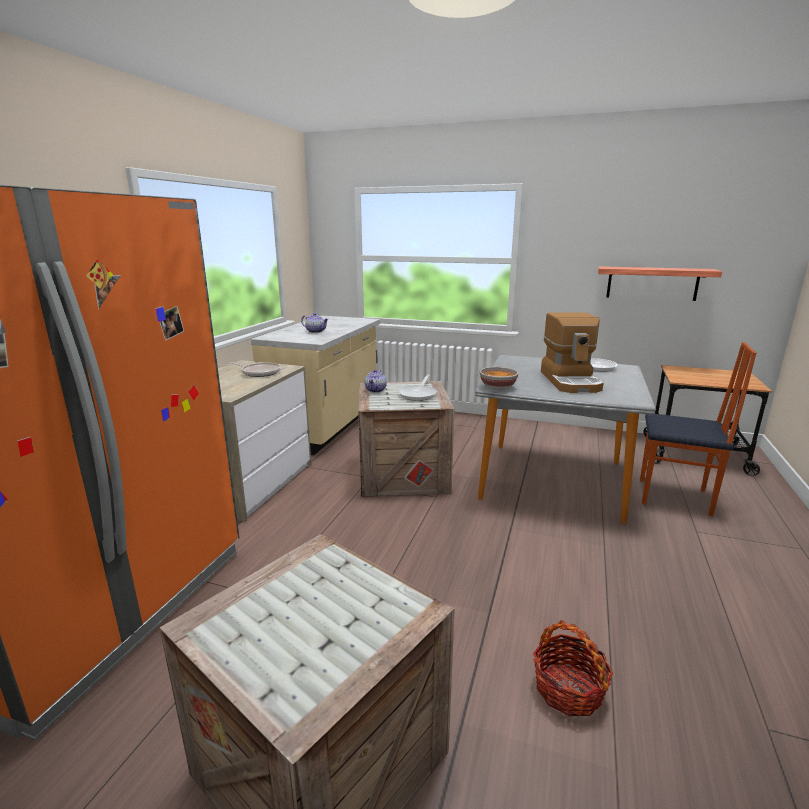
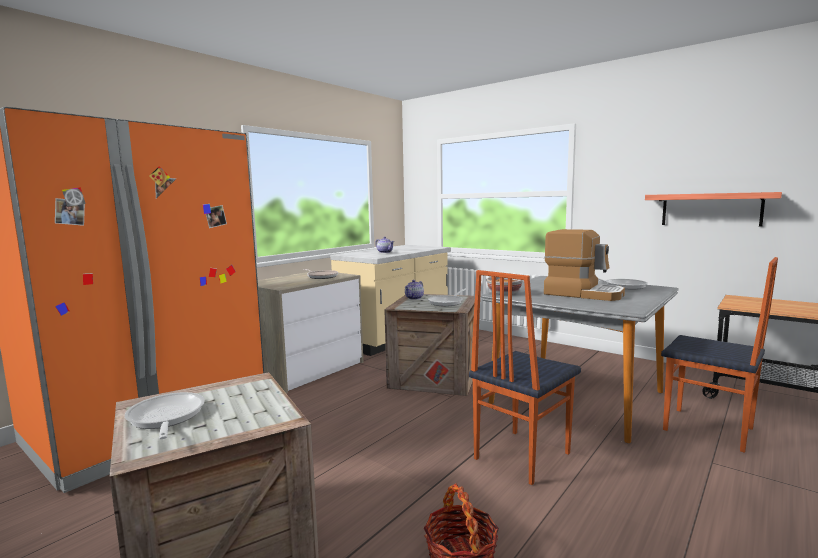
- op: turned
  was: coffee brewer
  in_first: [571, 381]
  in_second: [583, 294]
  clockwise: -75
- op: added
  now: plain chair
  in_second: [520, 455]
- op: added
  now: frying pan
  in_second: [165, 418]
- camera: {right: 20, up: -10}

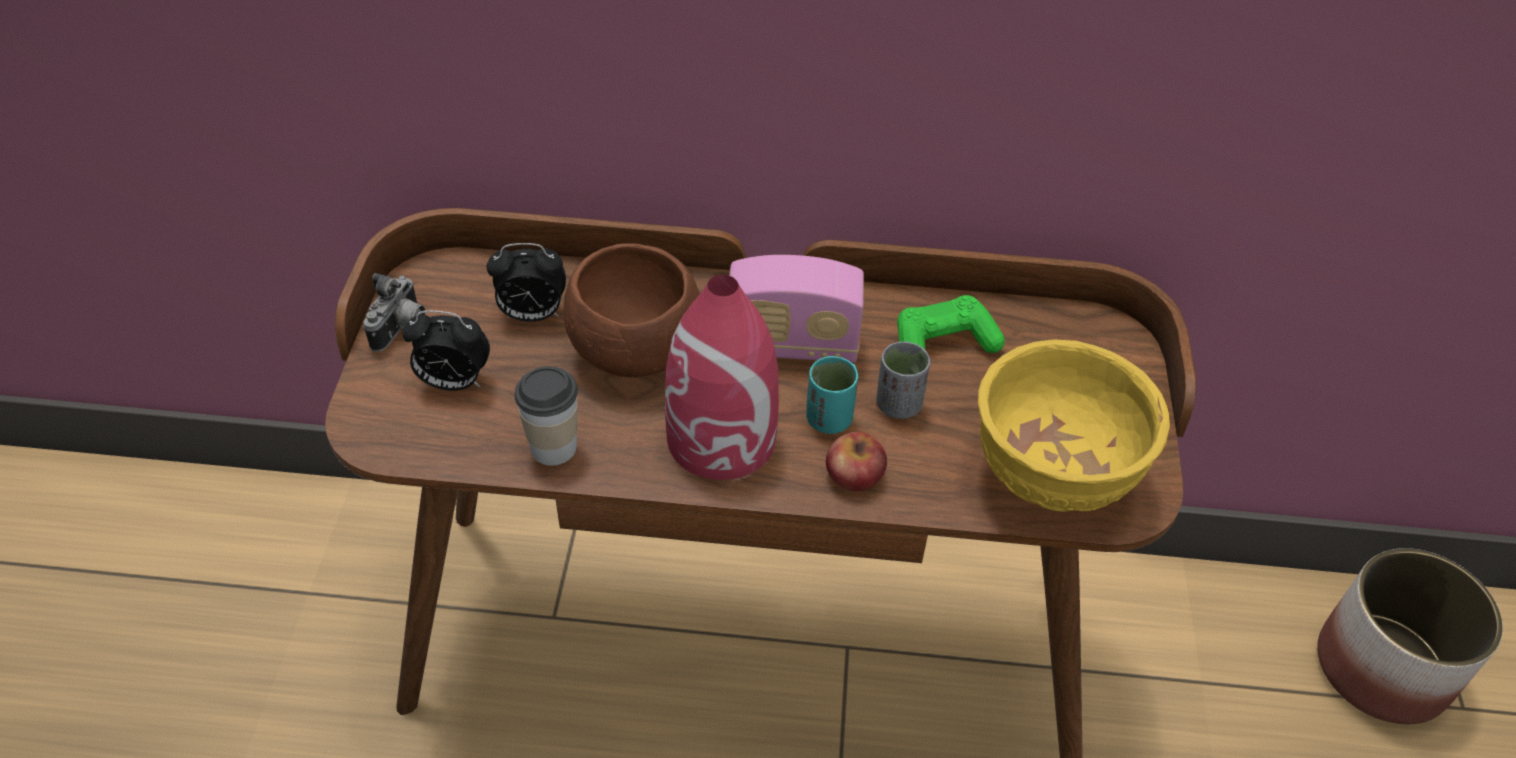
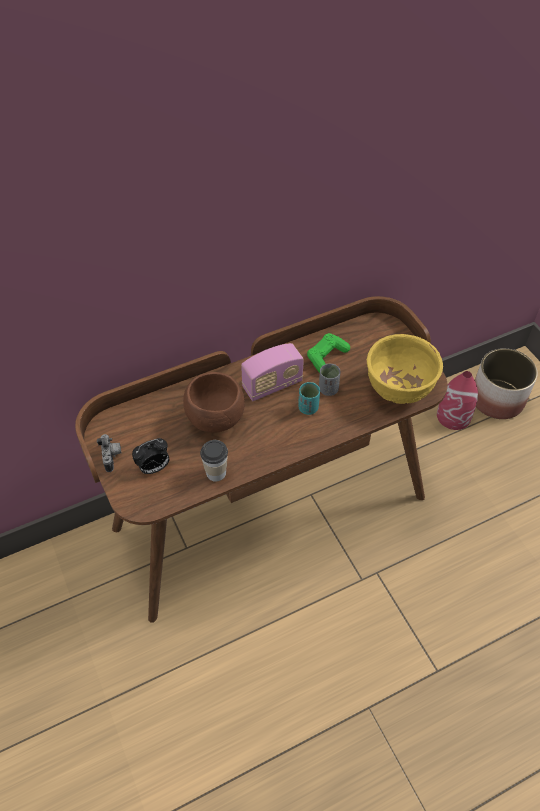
- op: removed
  was: table clock
  in_first: [532, 315]
- op: moved
  was: flower vase in red-coloured
  in_first: [722, 438]
  in_second: [454, 416]
- op: removed
  was: apple fruit
  in_first: [854, 475]
- camera: {right: -30, up: 5}

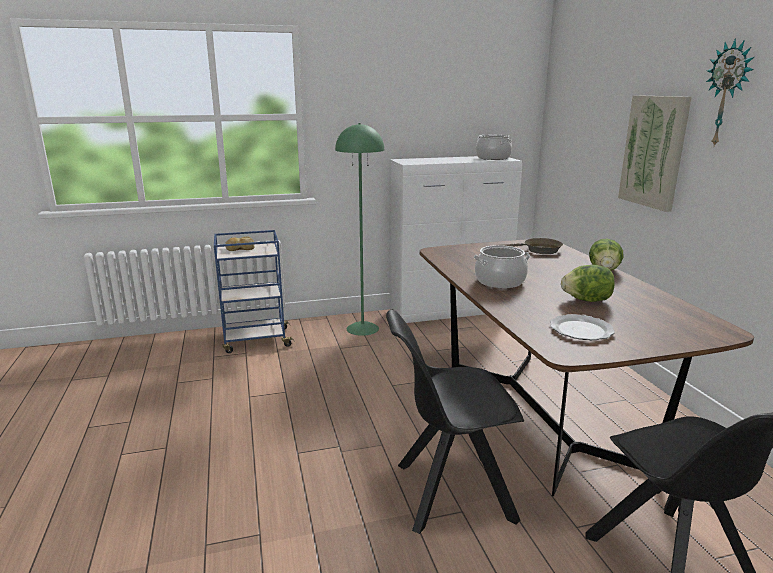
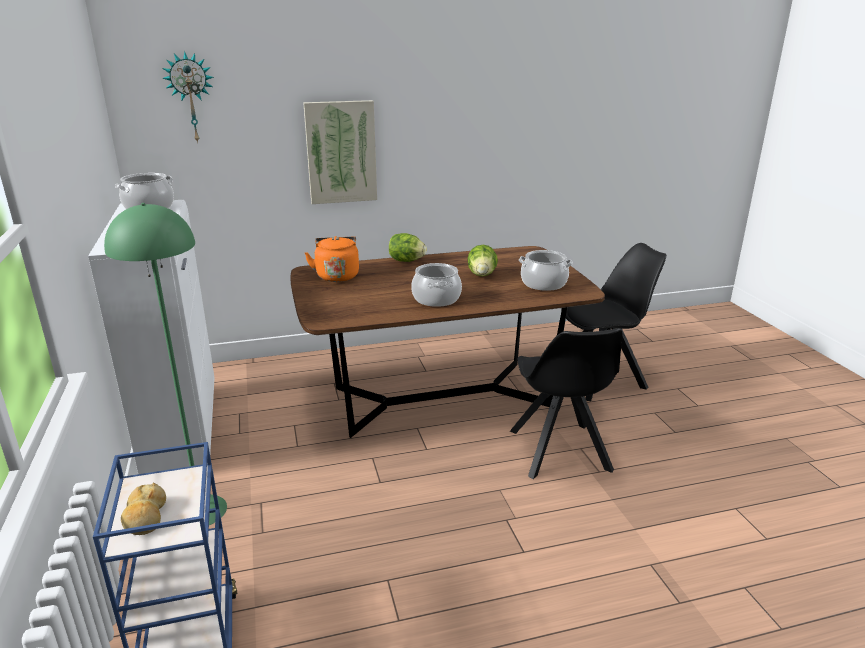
- op: moved
  was: hanging clock
  in_first: [727, 94]
  in_second: [191, 98]
- op: replaced
  was: frying pan in brownish
  now: kettle in orange-coloured
  in_first: [539, 250]
  in_second: [337, 275]
- op: replaced
  was: plate
  now: cooking pot
  in_first: [580, 330]
  in_second: [543, 284]
- camera: {right: -90, up: 5}

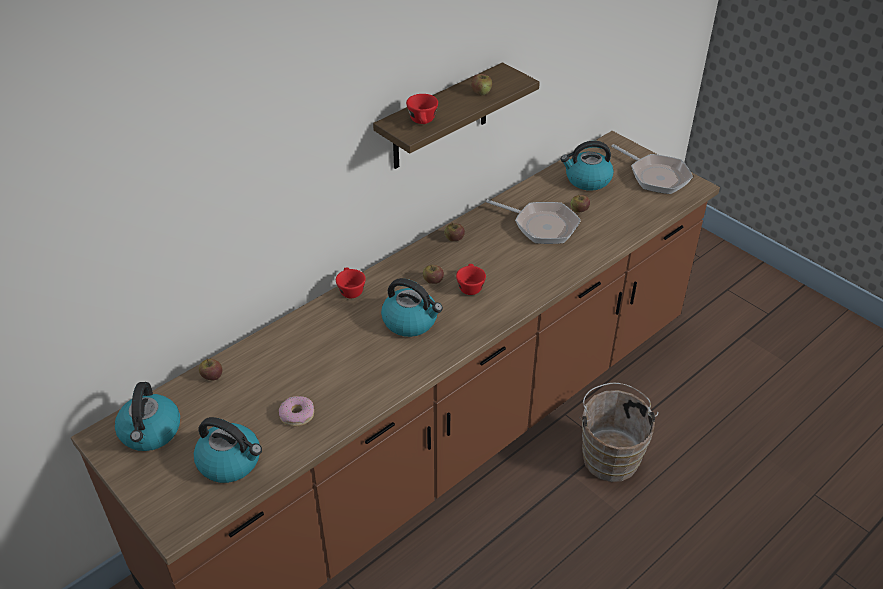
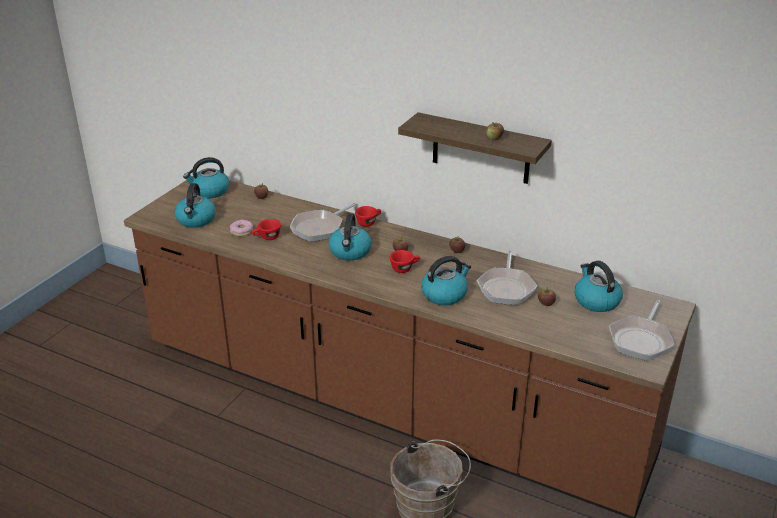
- op: moved
  was: small cup in red-coloured
  in_first: [423, 122]
  in_second: [267, 238]
- op: added
  now: frying pan
  in_second: [320, 228]
- op: added
  now: kettle
  in_second: [444, 294]
- camera: {right: 70, up: -10}

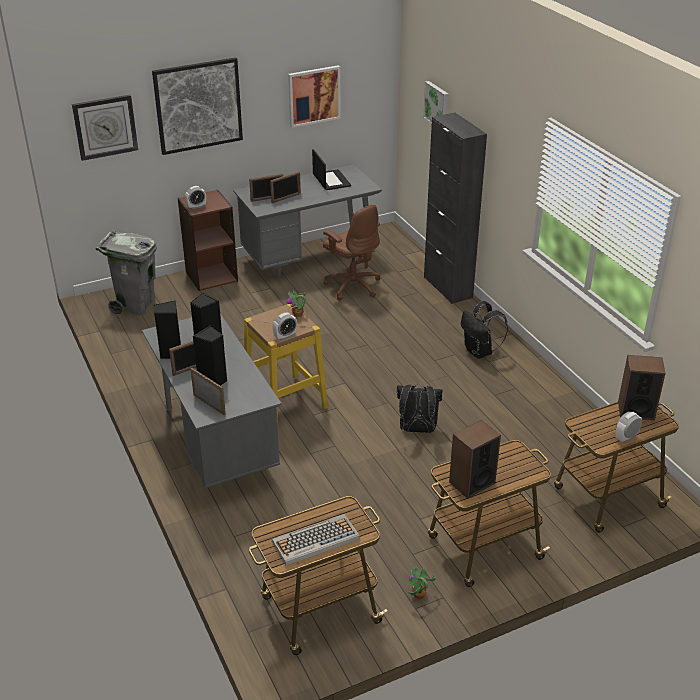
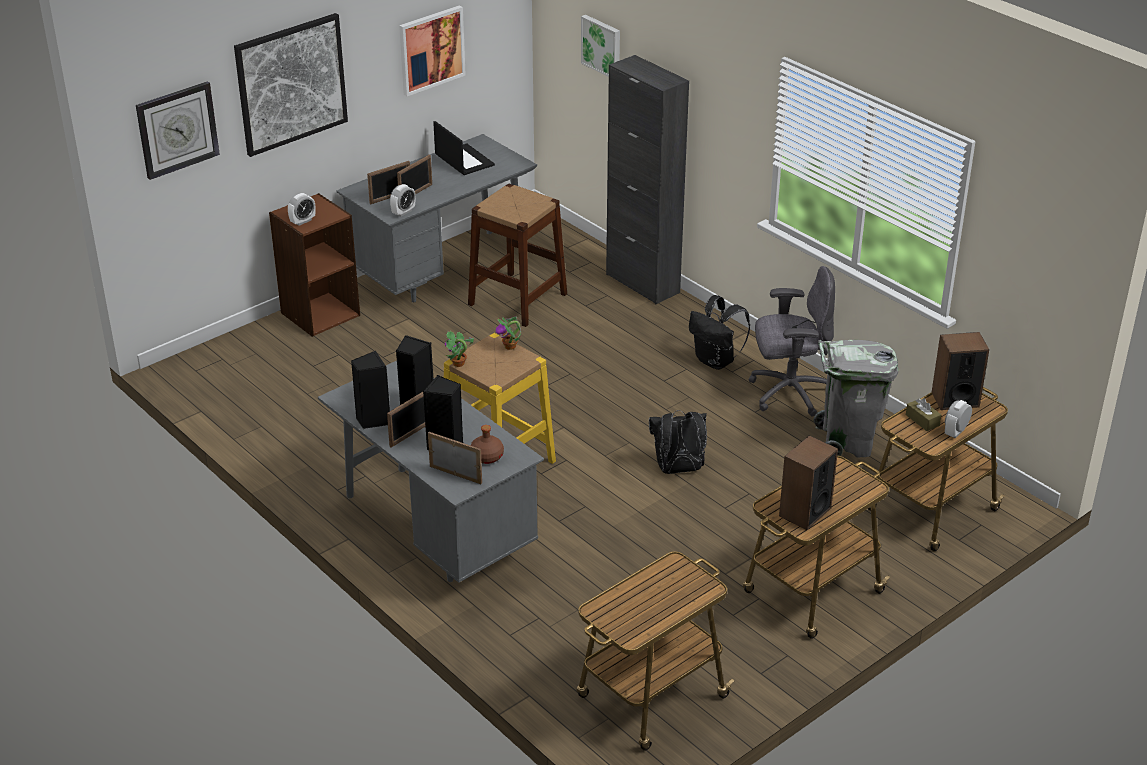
- op: replaced
  was: desk chair in brownish
  now: stool in brownish
  in_first: [352, 286]
  in_second: [518, 299]
- op: moved
  was: waste bin in gray
  in_first: [136, 305]
  in_second: [846, 443]
- op: moved
  was: table clock
  in_first: [285, 336]
  in_second: [403, 212]
- op: removed
  was: keyboard
  in_first: [315, 541]
- op: moved
  was: houseplant
  in_first: [419, 595]
  in_second: [458, 364]
- op: added
  now: desk chair in gray
  in_second: [788, 393]
- op: added
  now: tissue box in brownish
  in_second: [922, 420]
- op: added
  now: bottle in brownish
  in_second: [487, 456]
- camera: {right: -15, up: 0}

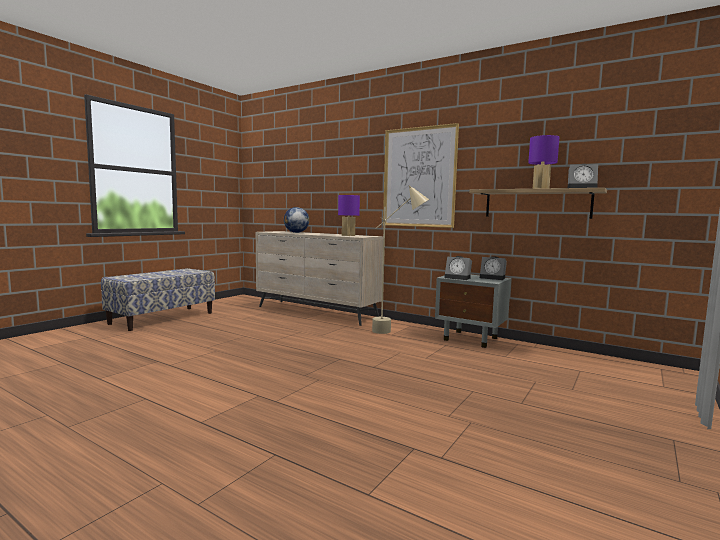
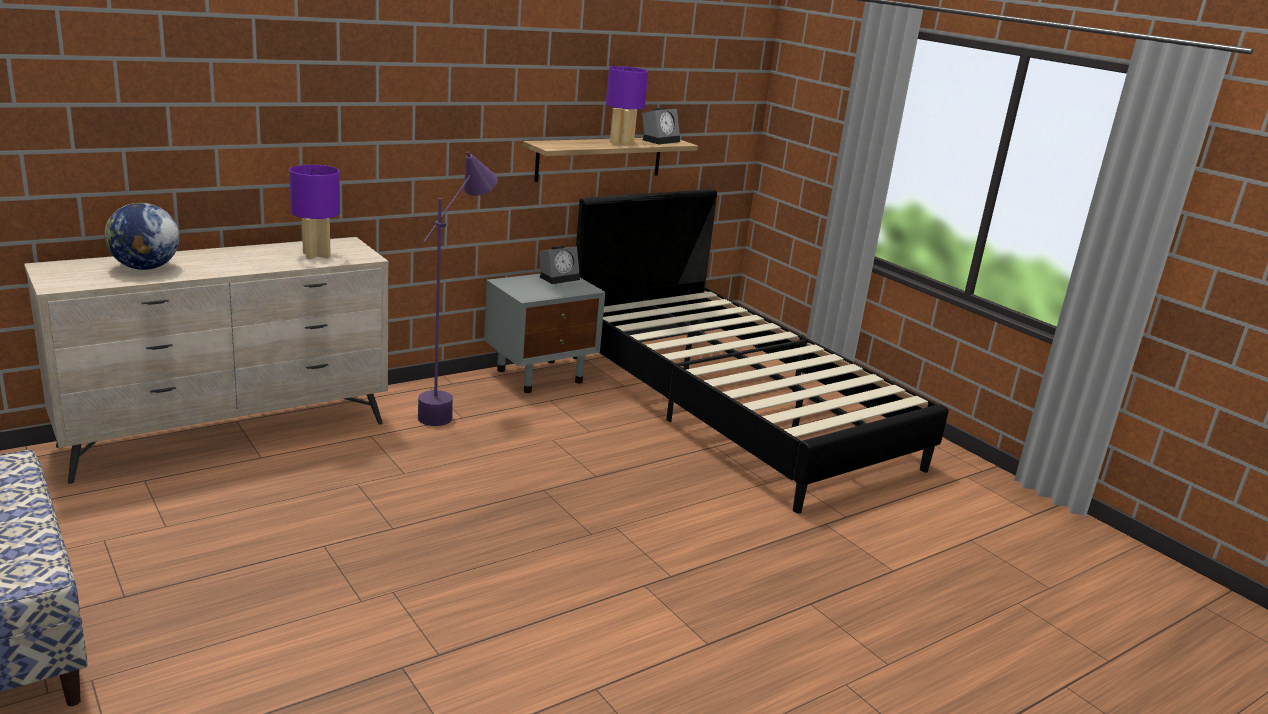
- op: removed
  was: wall art
  in_first: [419, 177]
- op: recoloured
  was: standard lamp in beige
  now: standard lamp in purple
  in_first: [397, 331]
  in_second: [452, 408]
- op: removed
  was: table clock
  in_first: [458, 278]
- op: added
  now: bedroom bed in black
  in_second: [734, 408]
- camera: {right: -70, up: 15}

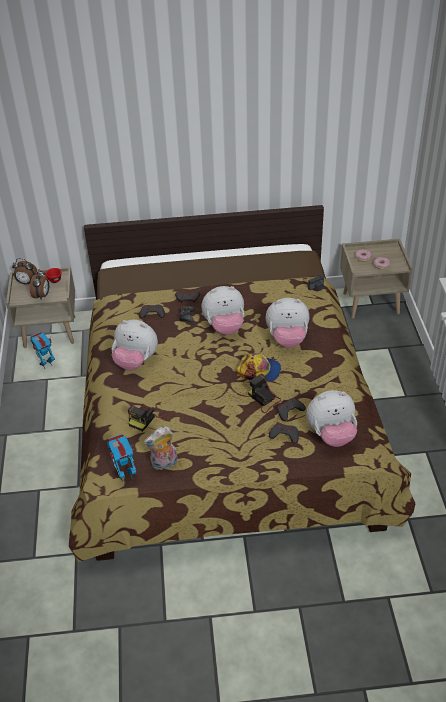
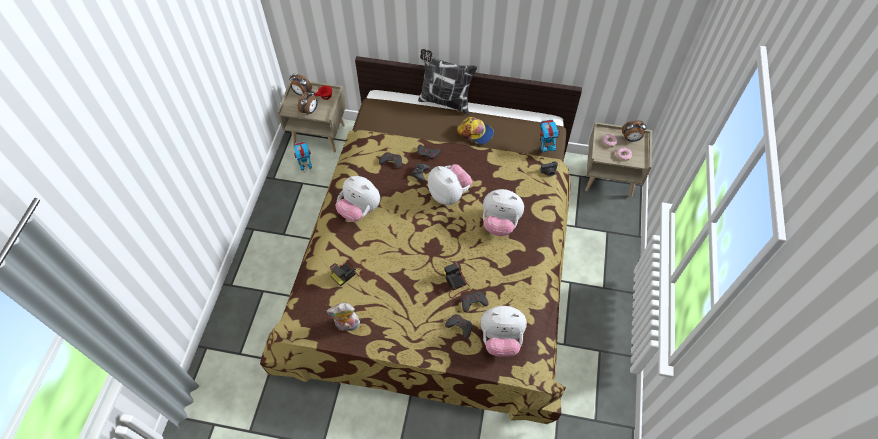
- op: turned
  was: cuddly toy
  in_first: [224, 327]
  in_second: [449, 194]
  clockwise: -135
- op: moved
  was: peaked cap
  in_first: [259, 370]
  in_second: [476, 133]
- op: moved
  was: model robot
  in_first: [125, 475]
  in_second: [545, 150]
- op: added
  now: cushion
  in_second: [444, 101]
- op: added
  now: table clock
  in_second: [631, 139]
- camera: {right: 15, up: 15}

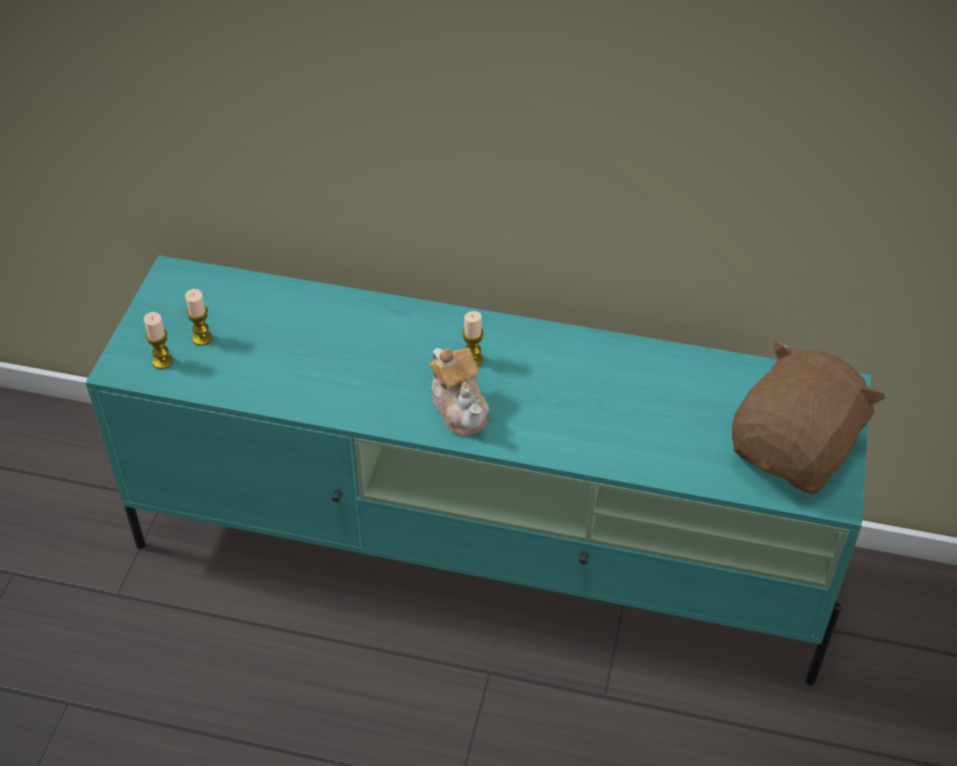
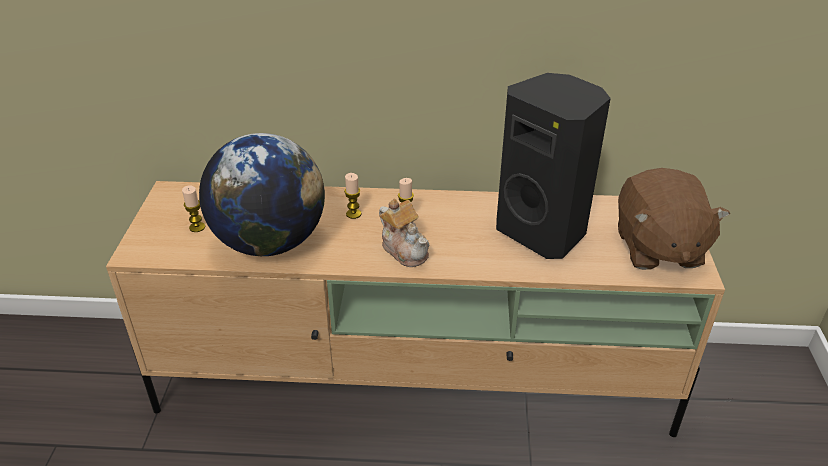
- op: recoloured
  was: media console in blue-green
  now: media console in beige
  in_first: [482, 557]
  in_second: [417, 383]
- op: moved
  was: candle
  in_first: [162, 361]
  in_second: [353, 214]
- op: turned
  was: cuddly toy in brownish
  in_first: [795, 451]
  in_second: [657, 248]
  clockwise: 150
- op: added
  now: loudspeaker in black
  in_second: [543, 232]
- op: added
  now: world globe
  in_second: [270, 242]
- camera: {right: -10, up: -10}

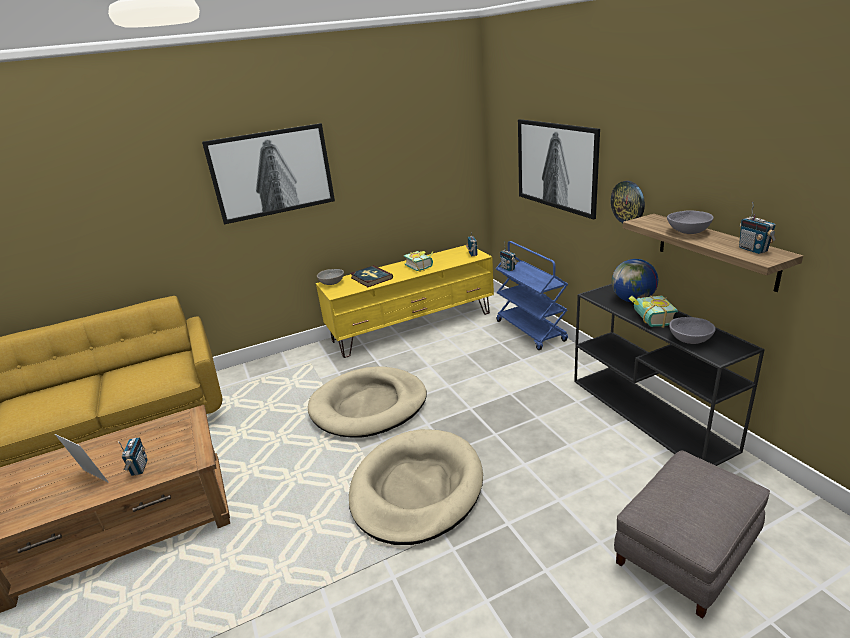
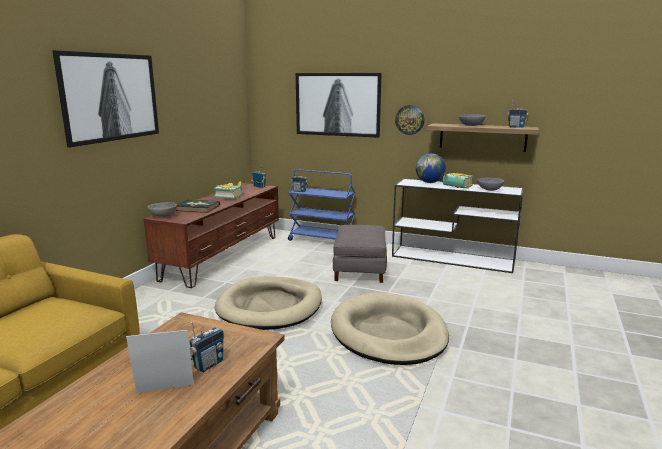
- op: recoloured
  was: media console in yellow-coloured
  now: media console in brownish
  in_first: [412, 326]
  in_second: [223, 256]
- op: recoloured
  was: hall table in black
  now: hall table in white
  in_first: [650, 414]
  in_second: [454, 258]
- op: turned
  was: radio
  in_first: [139, 468]
  in_second: [208, 364]
  clockwise: 90
- op: moved
  was: ottoman in gray
  in_first: [686, 553]
  in_second: [360, 269]
- camera: {right: -45, up: -10}

